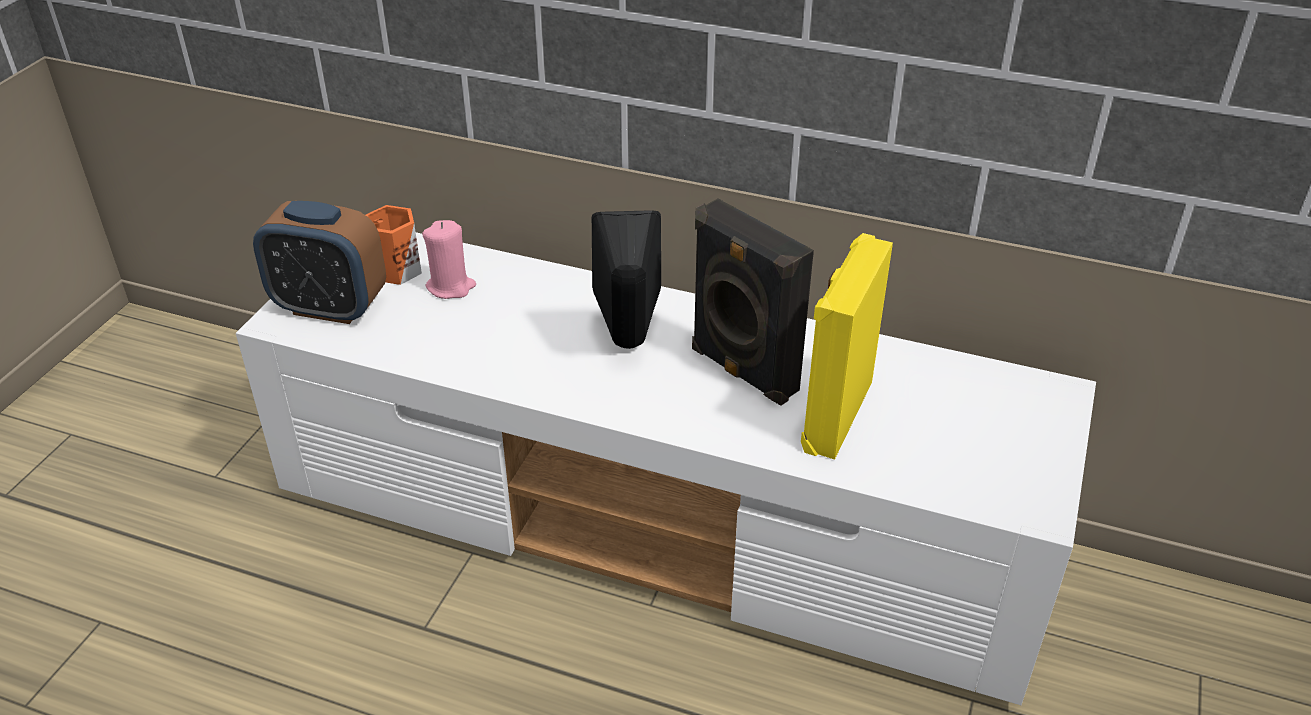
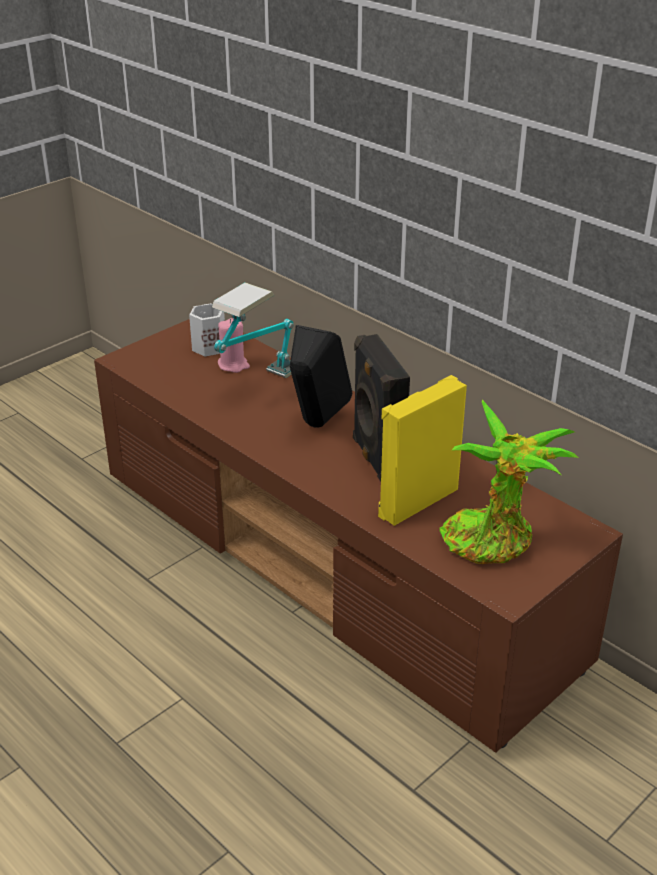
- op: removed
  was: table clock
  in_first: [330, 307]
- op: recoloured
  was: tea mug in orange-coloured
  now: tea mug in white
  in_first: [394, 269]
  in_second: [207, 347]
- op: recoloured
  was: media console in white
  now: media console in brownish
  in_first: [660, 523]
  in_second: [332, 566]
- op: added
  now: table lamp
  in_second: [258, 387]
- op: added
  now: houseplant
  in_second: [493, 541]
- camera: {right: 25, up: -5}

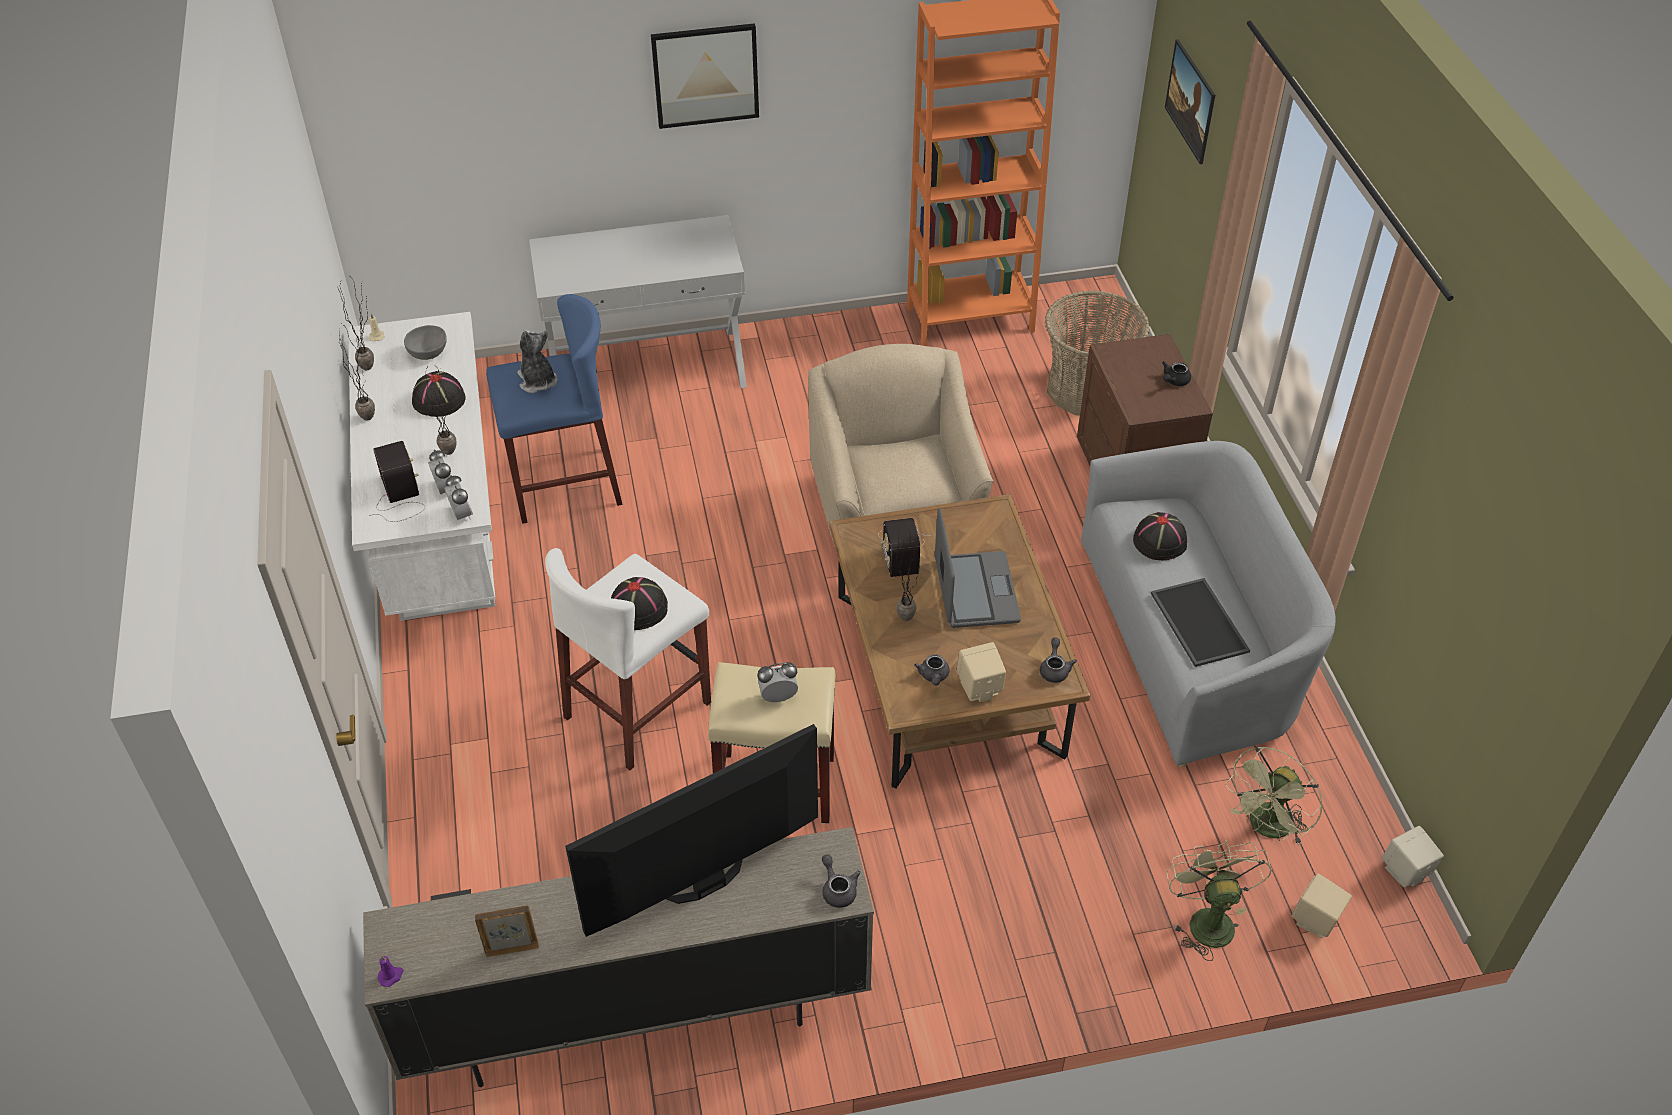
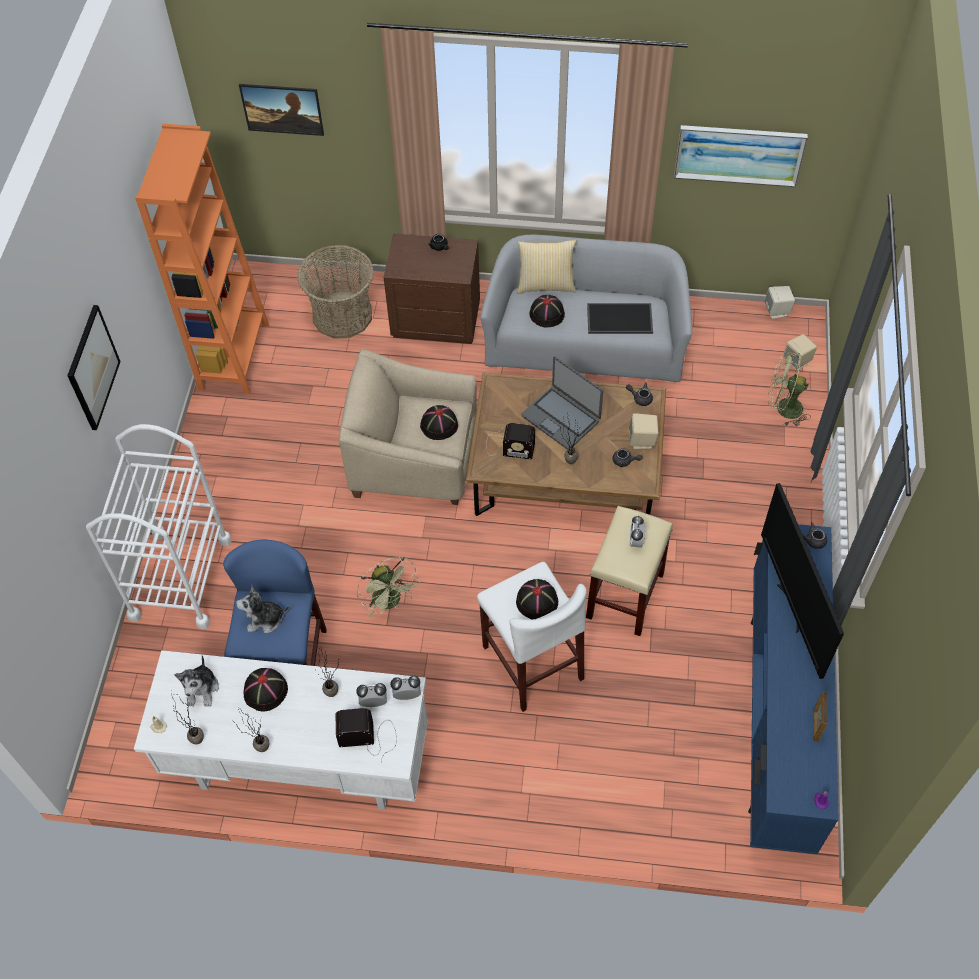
- op: replaced
  was: hall table in white
  now: trolley in white
  in_first: [647, 369]
  in_second: [180, 578]
- op: replaced
  was: deep dish in gray
  now: cuddly toy
  in_first: [429, 353]
  in_second: [202, 689]
- op: turned
  was: notebook computer
  in_first: [975, 591]
  in_second: [561, 418]
  clockwise: -150
- op: moved
  was: fan in greenish
  in_first: [1267, 829]
  in_second: [390, 602]
- op: recoloured
  was: media console in beige
  now: media console in bluish
  in_first: [634, 1018]
  in_second: [777, 718]
- op: added
  now: wall art
  in_second: [739, 154]
- op: added
  now: cushion
  in_second: [546, 284]
- op: added
  now: wearable hat in black
  in_second: [439, 425]
- camera: {right: -70, up: 10}

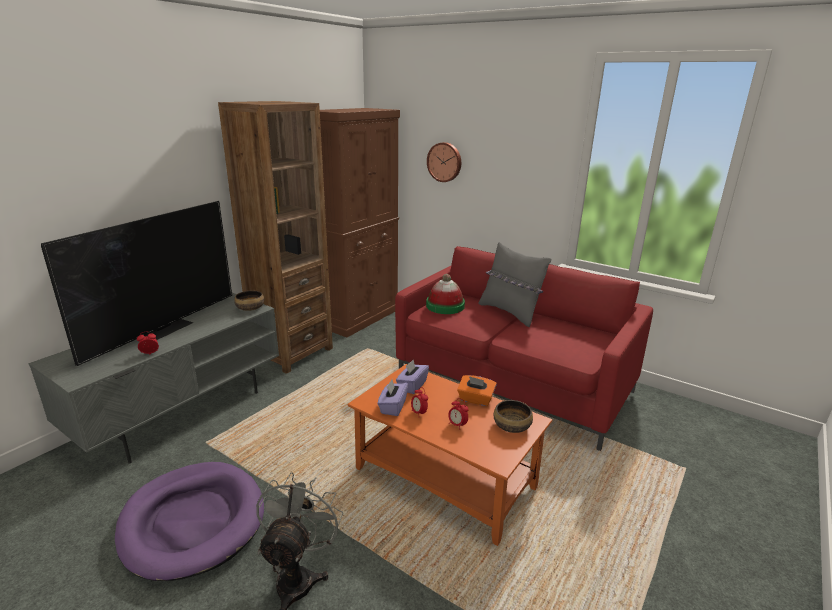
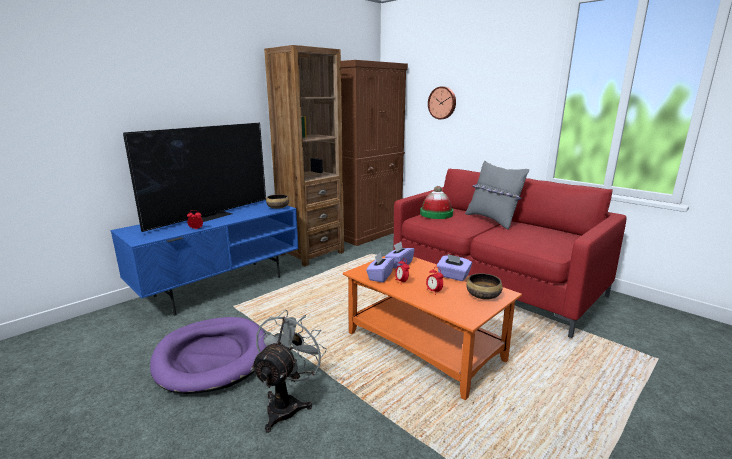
- op: recoloured
  was: media console in gray
  now: media console in bluish
  in_first: [182, 412]
  in_second: [220, 286]
- op: recoloured
  was: tissue box in orange-coloured
  now: tissue box in purple
  in_first: [475, 399]
  in_second: [453, 276]
- camera: {right: 10, up: -5}

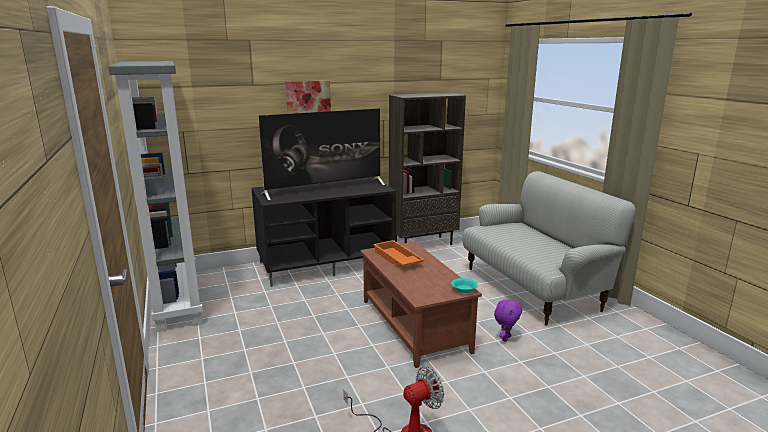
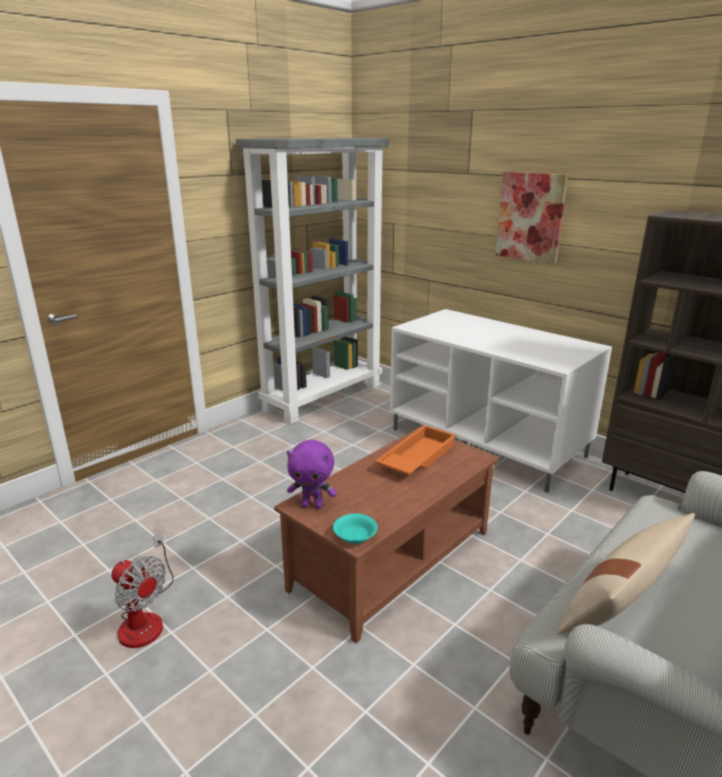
- op: removed
  was: TV set
  in_first: [325, 189]
- op: recoloured
  was: media console in black
  now: media console in white
  in_first: [326, 264]
  in_second: [488, 442]
- op: moved
  was: cuddly toy in purple
  in_first: [505, 338]
  in_second: [312, 505]
- op: added
  now: cushion in beige
  in_second: [621, 600]
- camera: {right: 65, up: 5}

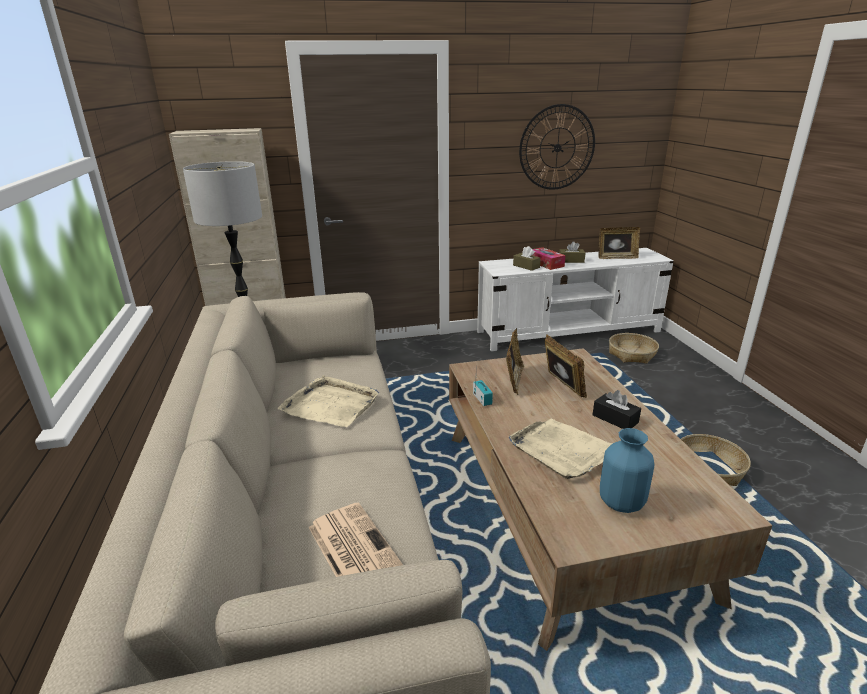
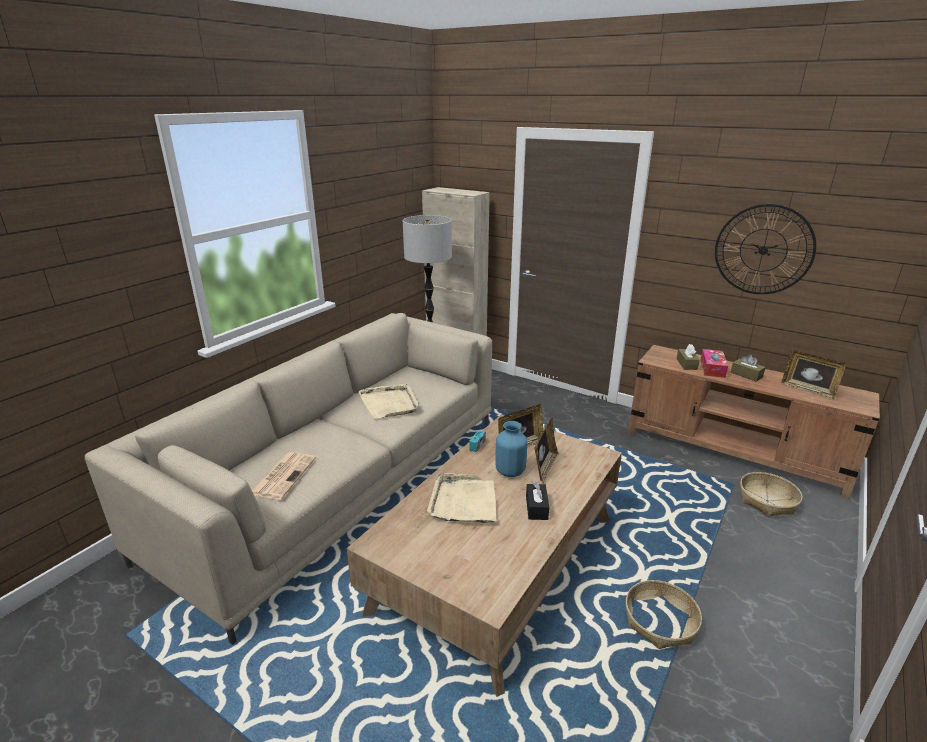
- op: recoloured
  was: media console in white
  now: media console in brownish
  in_first: [569, 332]
  in_second: [734, 451]
- op: moved
  was: flower vase in bluish
  in_first: [622, 503]
  in_second: [510, 471]
- camera: {right: 45, up: 0}

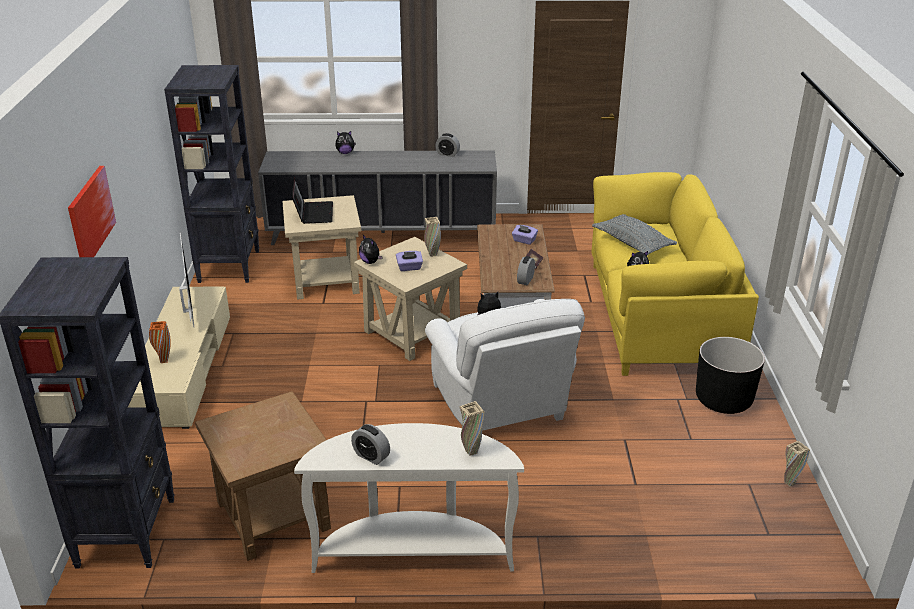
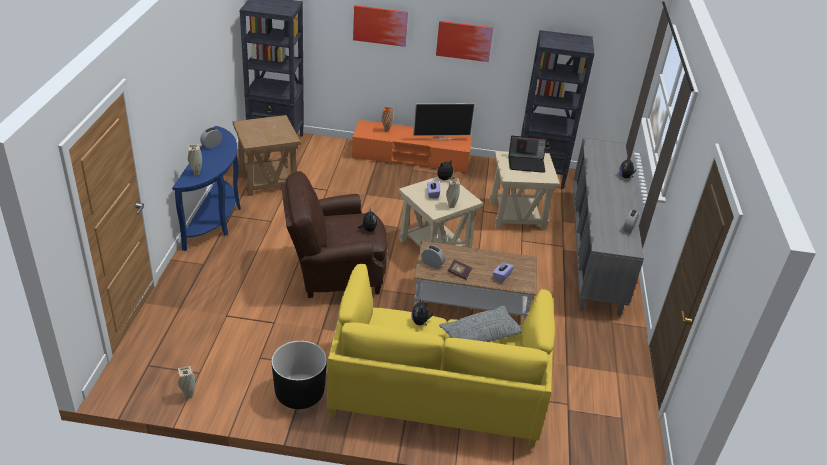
- op: recoloured
  was: media console in beige
  now: media console in orange-coloured
  in_first: [184, 369]
  in_second: [411, 157]
- op: recoloured
  was: lounge chair in white
  now: lounge chair in brownish
  in_first: [500, 405]
  in_second: [334, 272]
- op: recoloured
  was: hall table in white
  now: hall table in bluish
  in_first: [413, 551]
  in_second: [216, 219]
- op: added
  now: wall art
  in_second: [464, 41]
- camera: {right: 95, up: 5}

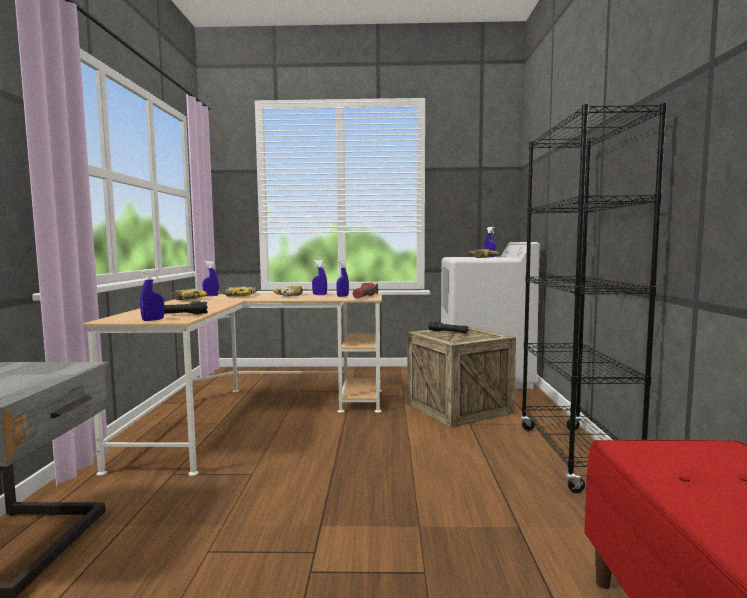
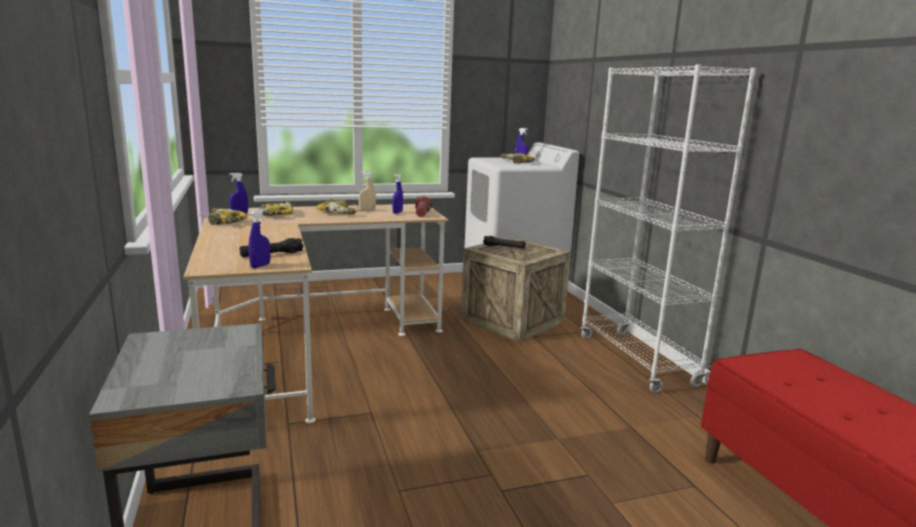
- op: recoloured
  was: bookshelf in black
  now: bookshelf in white
  in_first: [574, 457]
  in_second: [637, 360]
- op: recoloured
  was: sprayer in bluish
  now: sprayer in beige
  in_first: [319, 295]
  in_second: [367, 210]
- camera: {right: -20, up: 10}

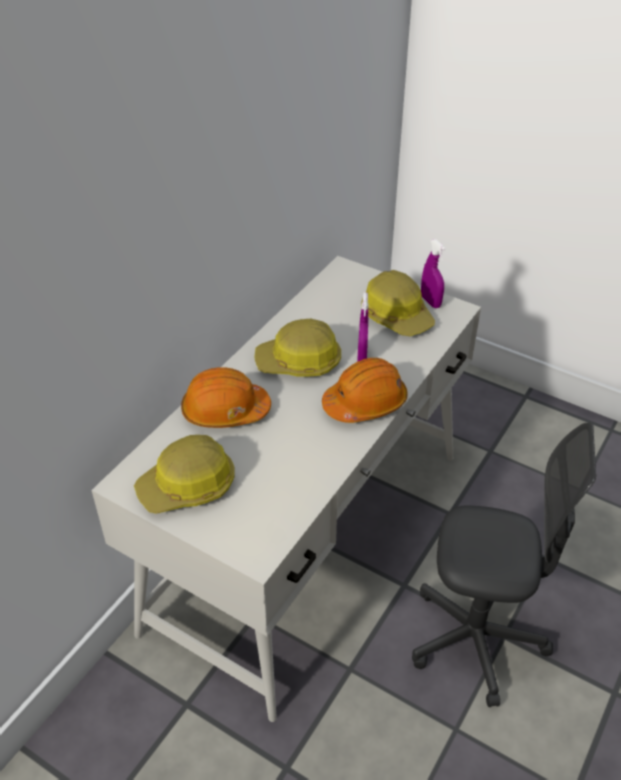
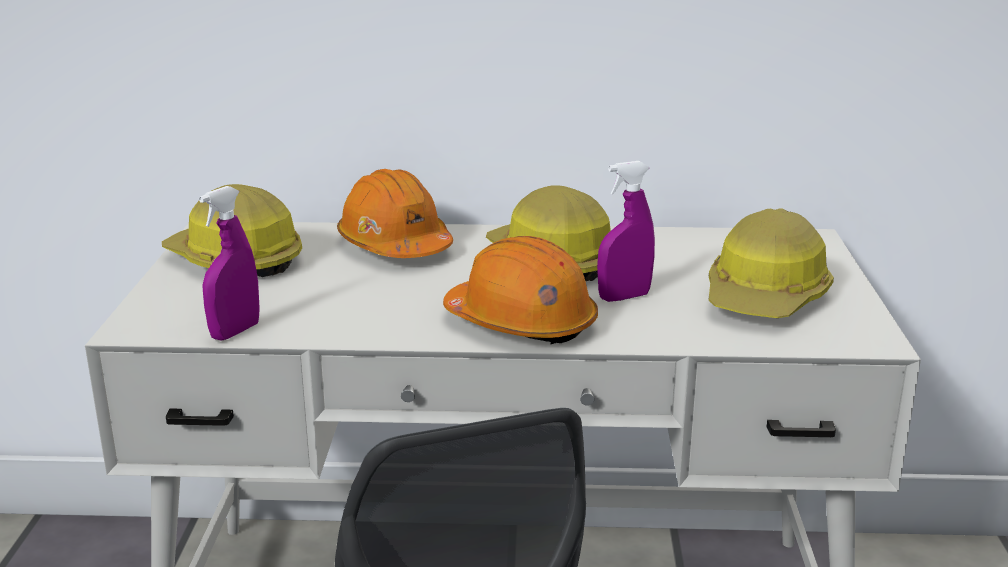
- op: moved
  was: sprayer in purple
  in_first: [430, 302]
  in_second: [235, 332]
- camera: {right: 60, up: -20}

